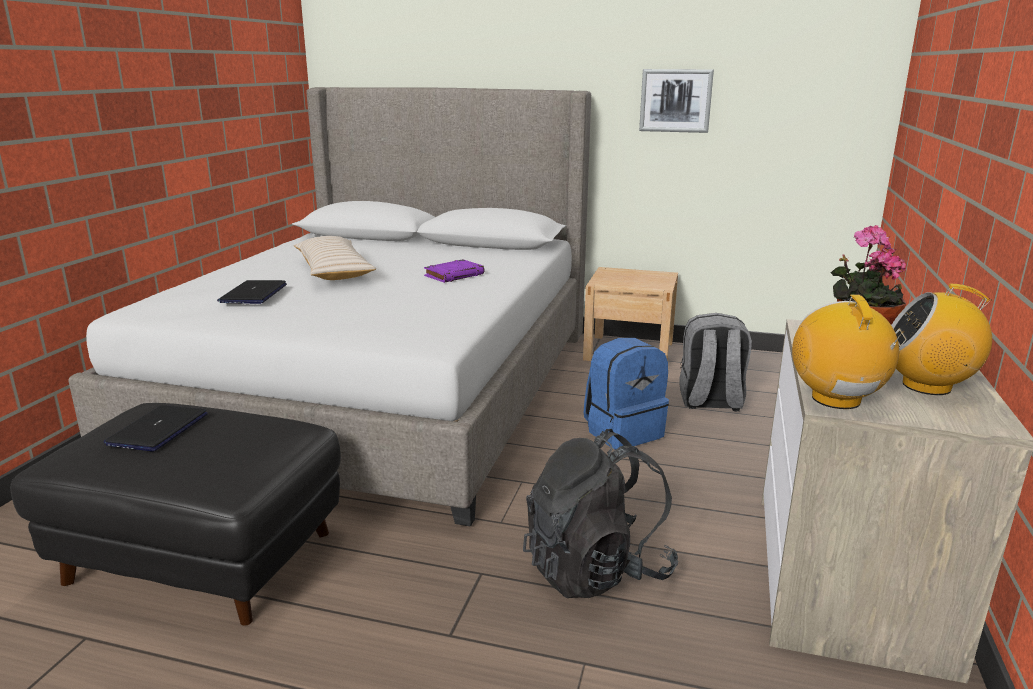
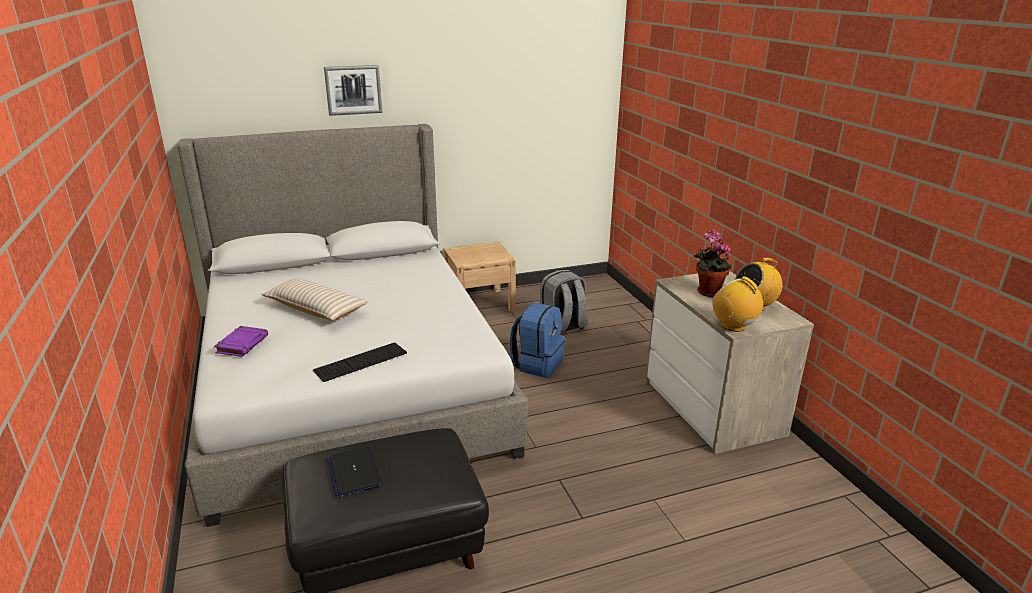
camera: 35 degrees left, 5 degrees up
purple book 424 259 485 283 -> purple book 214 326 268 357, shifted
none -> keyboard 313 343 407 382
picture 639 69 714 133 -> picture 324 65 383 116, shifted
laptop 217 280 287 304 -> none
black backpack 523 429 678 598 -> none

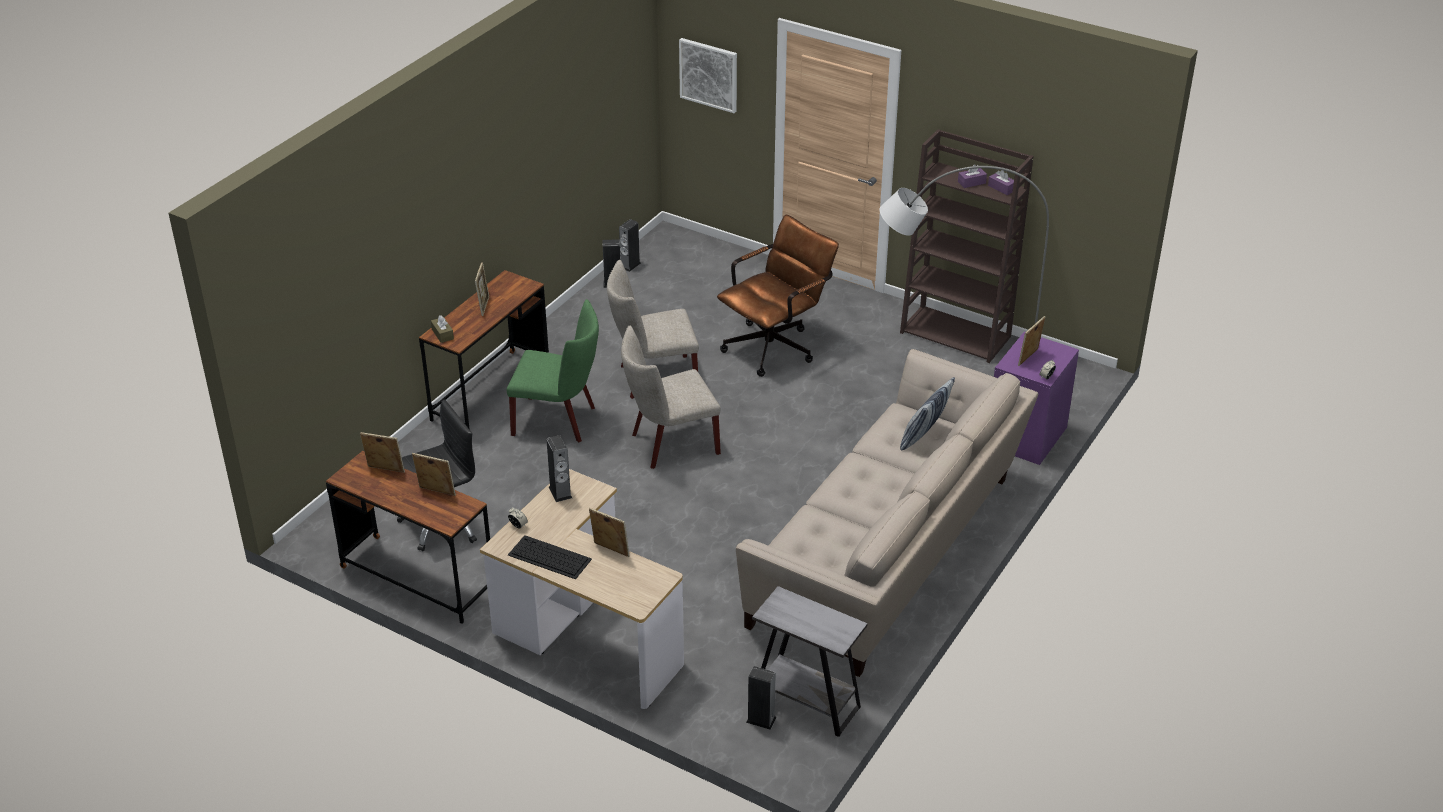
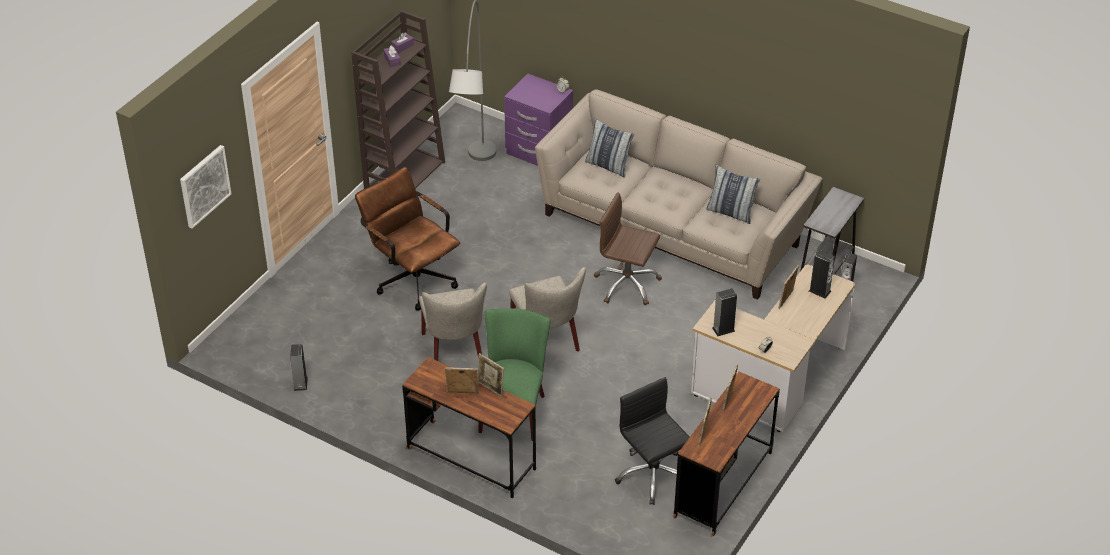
camera: 90 degrees left, 5 degrees up
picture frame 1018 316 1045 366 -> picture frame 478 353 504 397, shifted
none -> brown office chair 594 192 662 305
none -> pillow 706 165 760 224
speaker 619 219 641 272 -> speaker 809 250 835 299, shifted
brown tissue box 431 315 454 343 -> none
keyboard 508 535 592 579 -> none

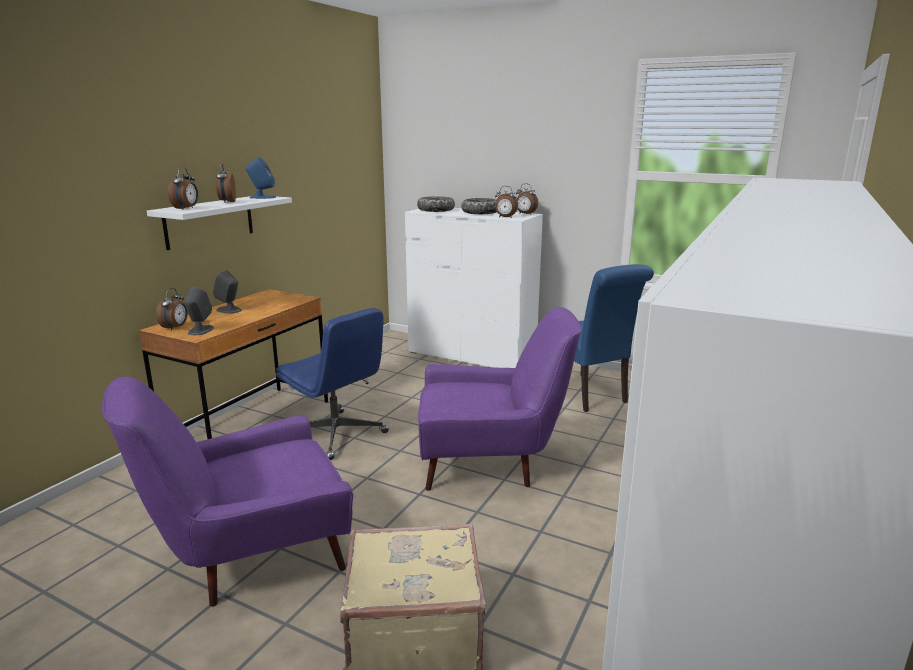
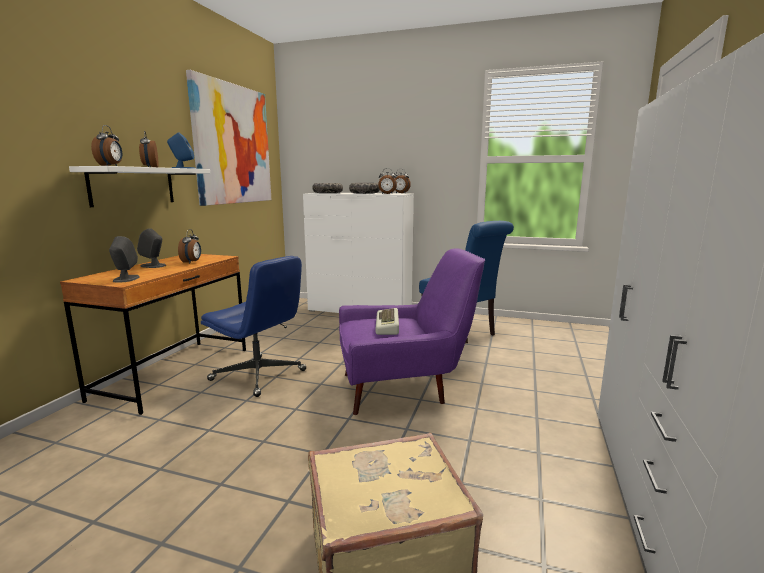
camera: 10 degrees left, 5 degrees down
alarm clock 156 288 188 331 -> alarm clock 178 229 201 264, shifted
none -> picture 186 70 272 206
none -> keyboard 375 308 399 335
purple armchair 102 377 353 607 -> none

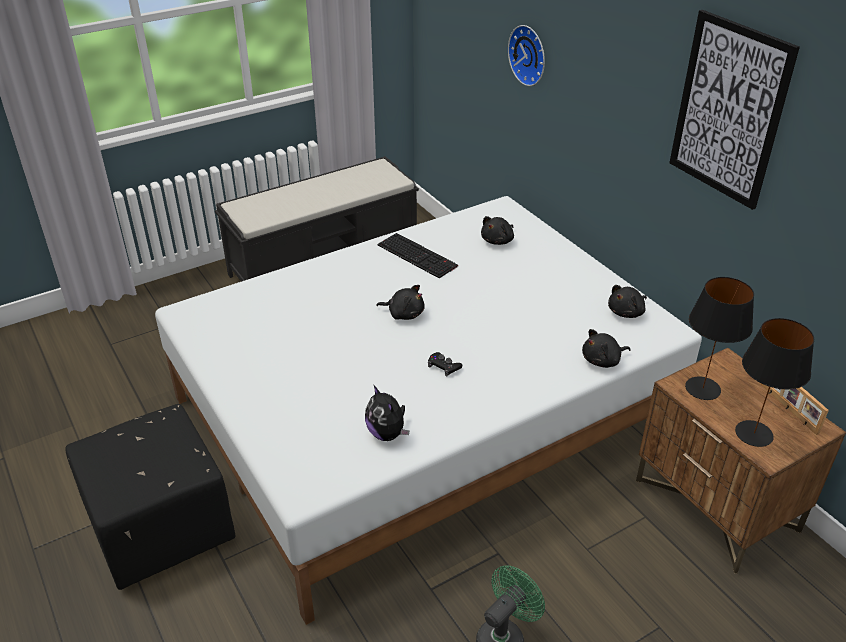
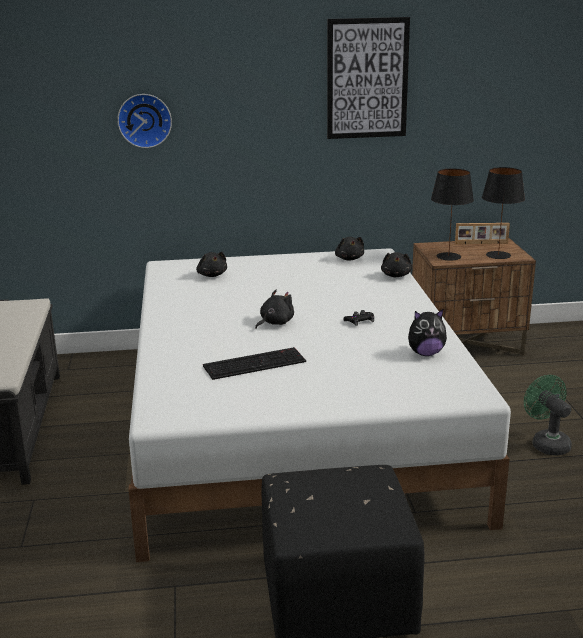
camera: 65 degrees left, 15 degrees down
keyboard 378 233 458 278 -> keyboard 203 347 306 380, shifted

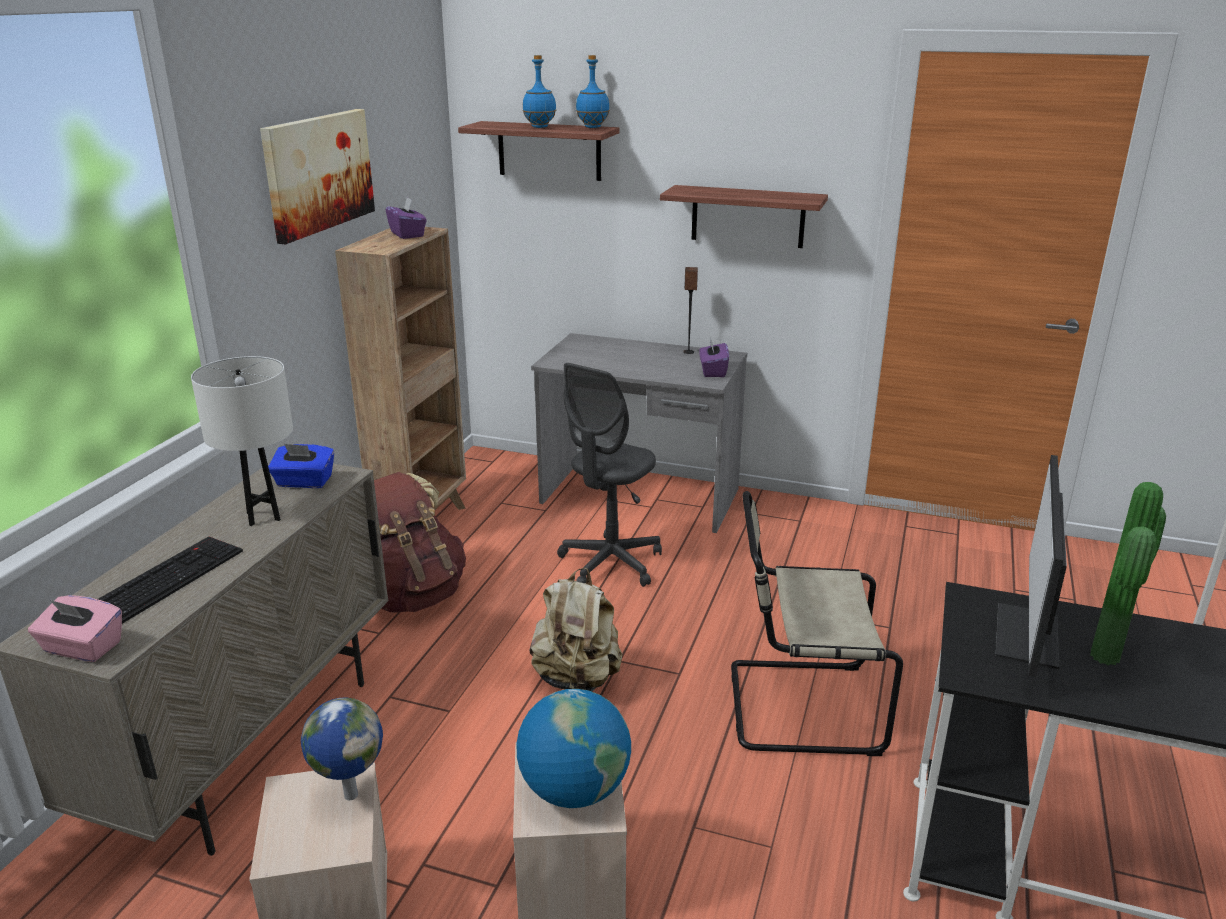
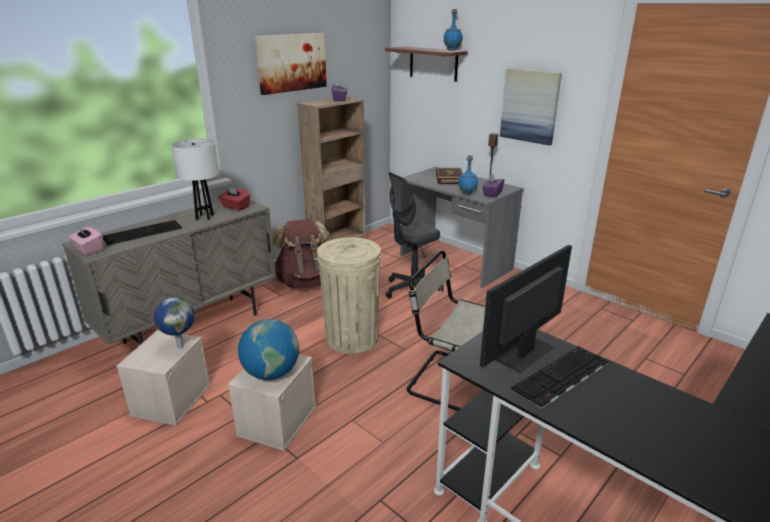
camera: 25 degrees right, 0 degrees up
blue tissue box 268 444 334 488 -> red tissue box 219 186 250 211
beige backpack 530 568 622 691 -> beige trash can 317 237 381 354
none -> book 436 168 462 184
blue bottle 522 55 556 128 -> blue bottle 458 155 478 195, shifted
shelf 660 185 828 248 -> picture 500 68 562 146
potted plant 1090 482 1166 665 -> keyboard 511 346 608 409

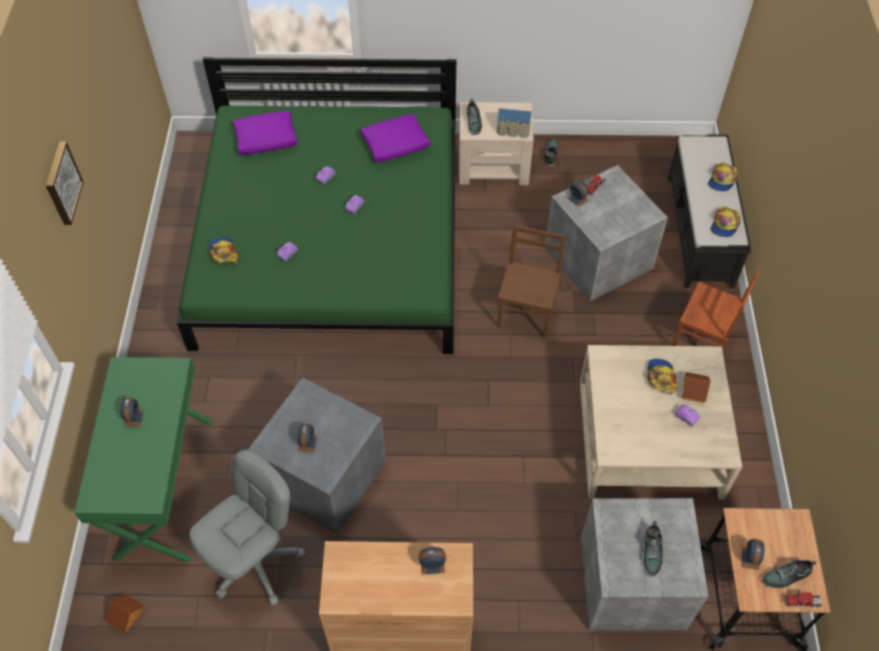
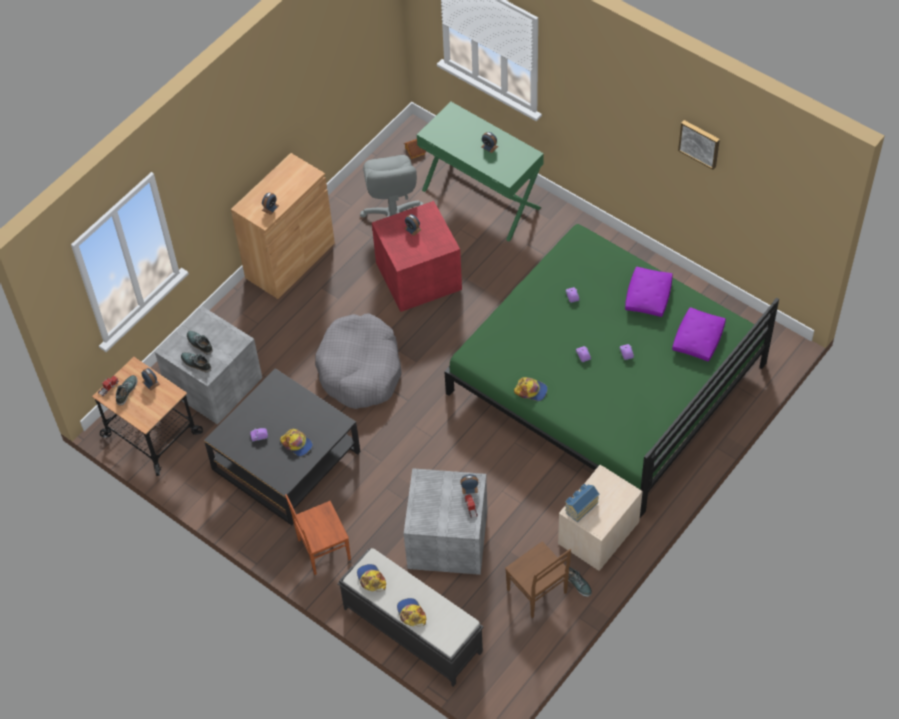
camera: 130 degrees right, 0 degrees up
shoe 467 99 482 135 -> shoe 181 352 211 372, shifted
beige coffee table 580 345 742 500 -> black coffee table 204 368 360 525
none -> grey dog bed 315 313 402 409
grey storage box 248 378 386 534 -> red storage box 372 201 462 312
brown chair 497 225 565 338 -> brown chair 505 541 571 618, shifted
cap 209 237 238 265 -> cap 514 377 548 401, shifted
purple pillow 360 114 430 162 -> purple pillow 625 266 673 317, shifted
picture 46 142 84 225 -> picture 678 120 720 170, shifted
toy house 682 372 711 403 -> none

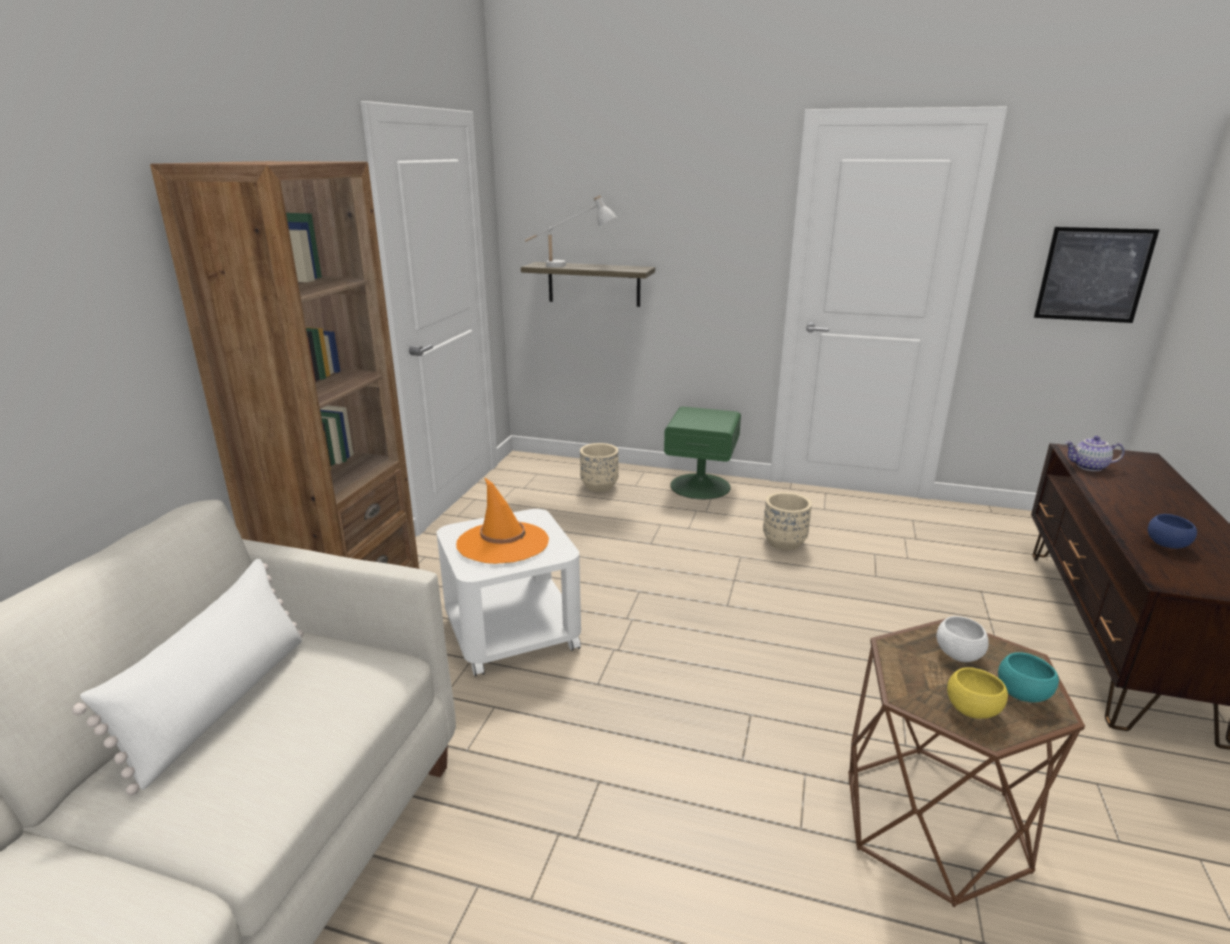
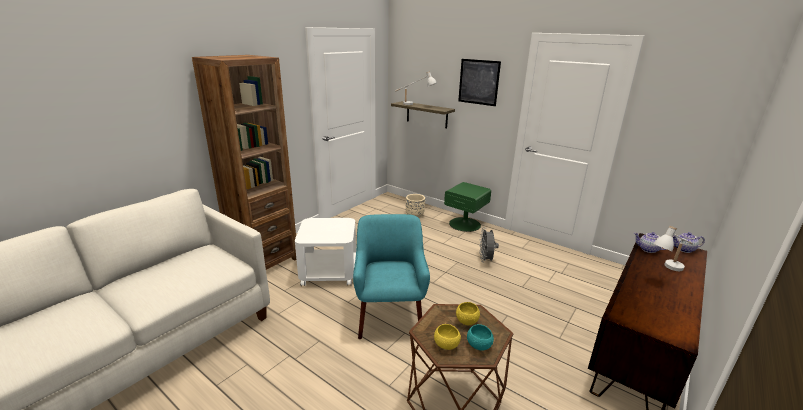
camera: 20 degrees right, 0 degrees up
none -> turquoise armchair 353 214 430 339
white bowl 937 616 989 662 -> yellow bowl 456 302 480 325
picture 1034 227 1159 323 -> picture 458 59 501 106, shifted
beige planter 763 492 812 551 -> grey fan 479 228 499 263
none -> white table lamp 653 226 693 271
none -> teapot 673 232 705 253
white pillow 72 559 303 795 -> none
orange hat 456 477 549 564 -> none
blue bowl 1148 514 1197 549 -> none

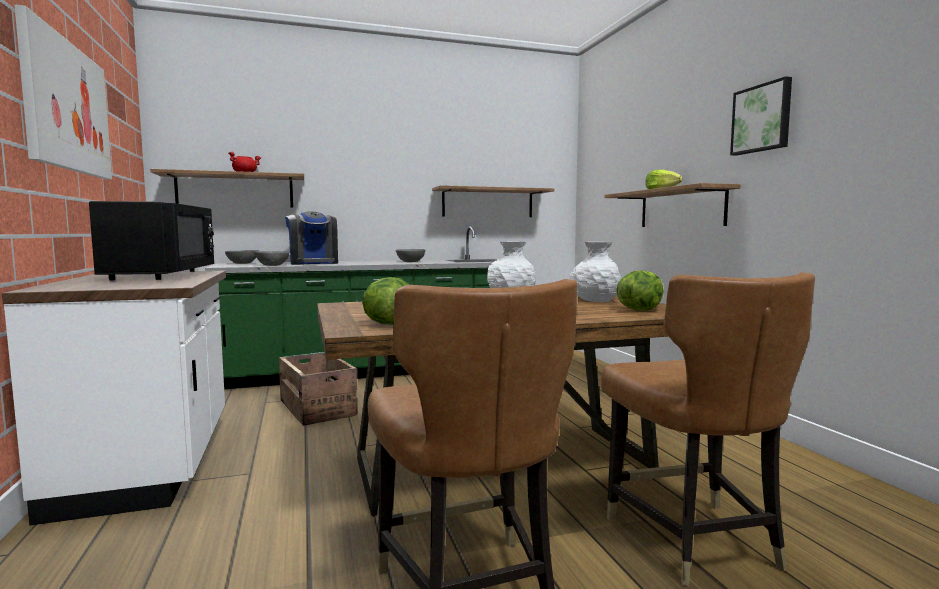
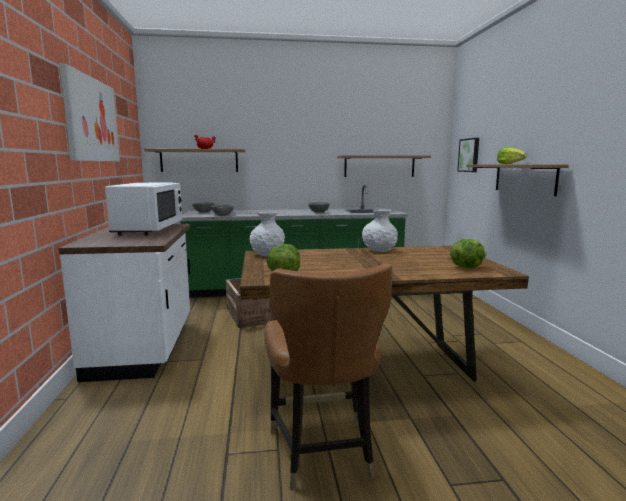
camera: 10 degrees right, 5 degrees up
black microwave 89 201 214 281 -> white microwave 105 183 182 235
white vase 569 242 622 302 -> white vase 250 212 285 257, shifted
picture 730 76 792 156 -> picture 457 138 479 172, shifted
coffee machine 285 211 338 265 -> none
brown chair 601 272 815 586 -> none

